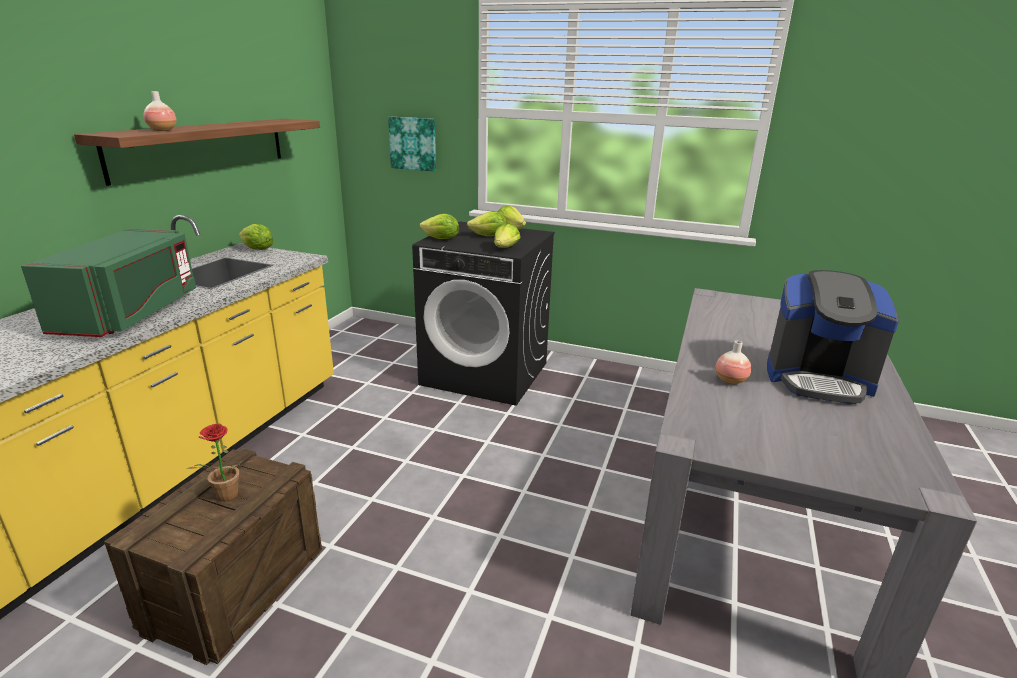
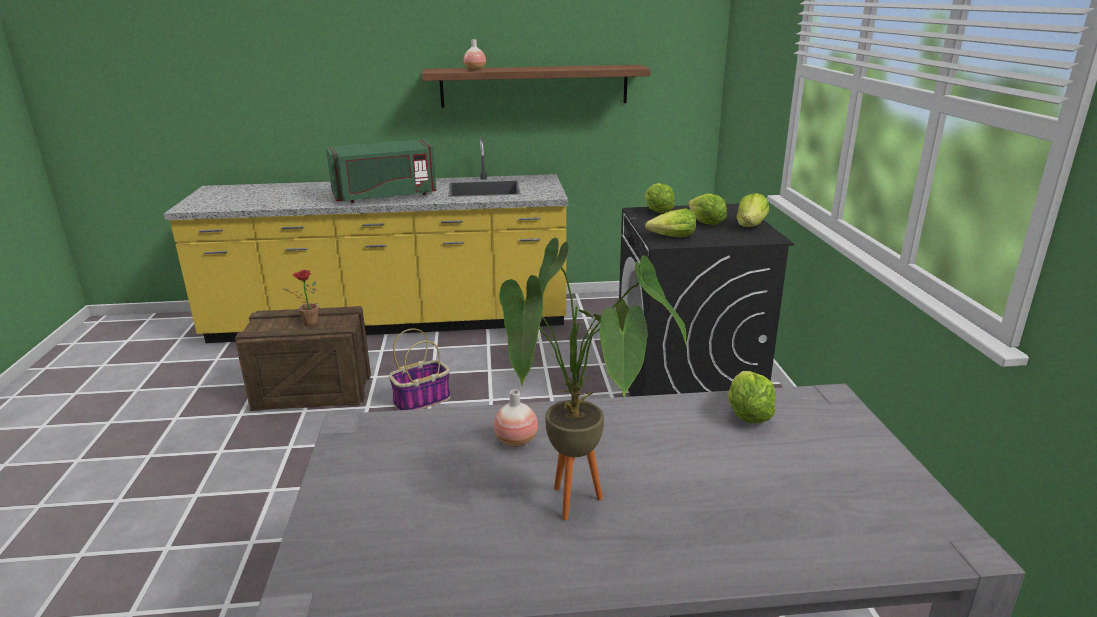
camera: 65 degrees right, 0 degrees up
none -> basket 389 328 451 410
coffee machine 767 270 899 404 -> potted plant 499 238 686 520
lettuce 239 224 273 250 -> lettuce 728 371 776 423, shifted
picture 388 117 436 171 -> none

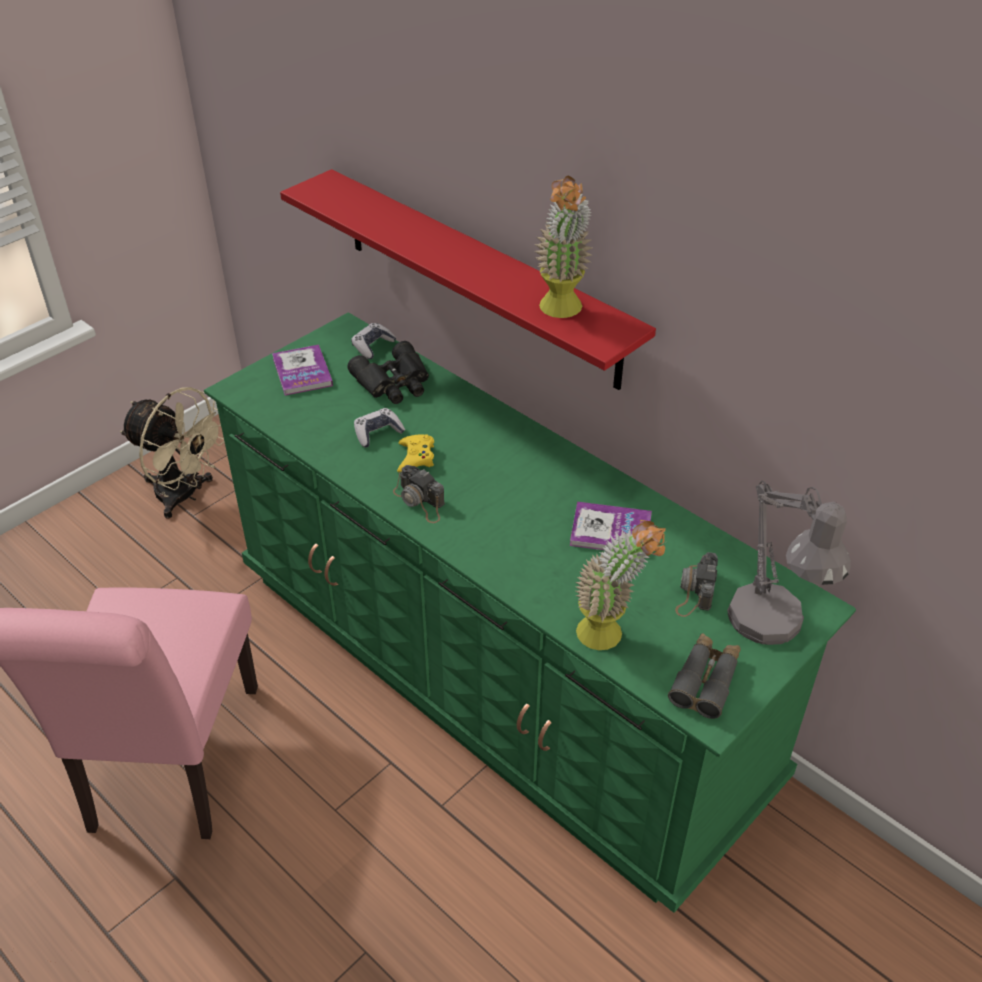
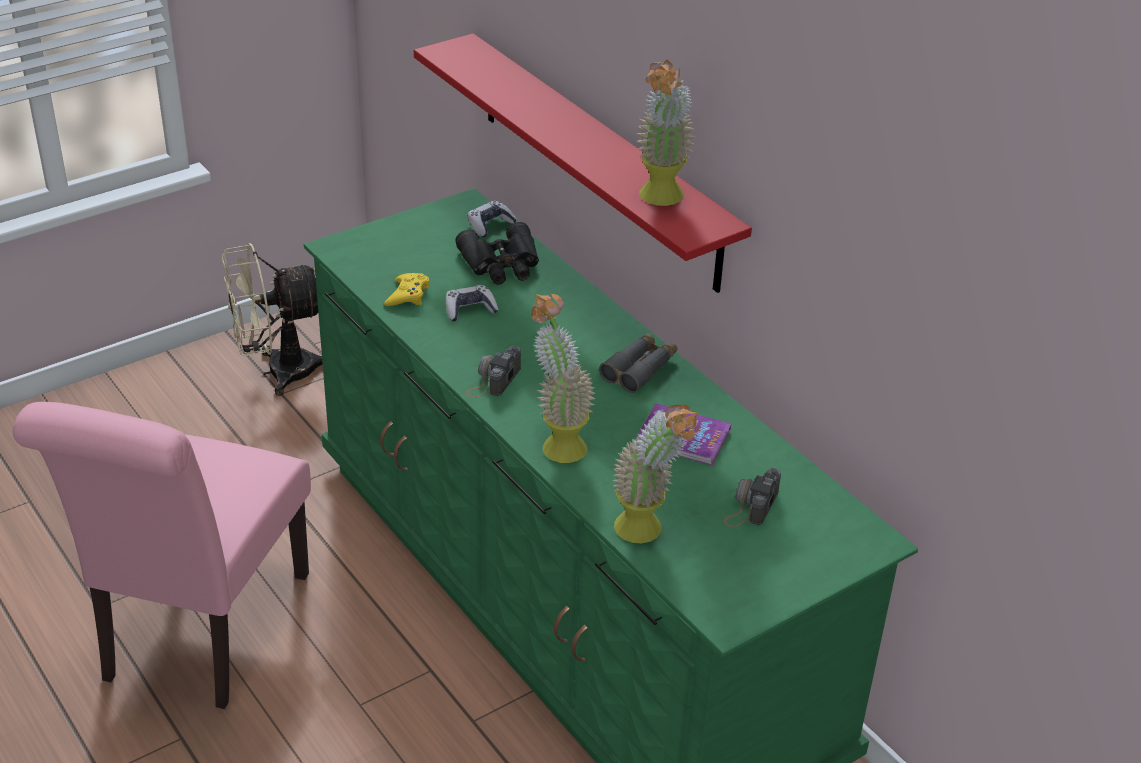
camera: 10 degrees right, 5 degrees down
beige fan 120 387 224 519 -> beige fan 222 243 323 396, 120 degrees clockwise
yellow game controller 397 434 434 473 -> yellow game controller 384 273 429 306, shifted
photo camera 393 465 445 523 -> photo camera 466 346 521 398, 60 degrees clockwise
none -> potted plant 531 294 596 463
grey binoculars 668 633 741 719 -> grey binoculars 599 333 677 393, shifted
book 272 345 333 396 -> none
grey table lamp 727 480 851 645 -> none

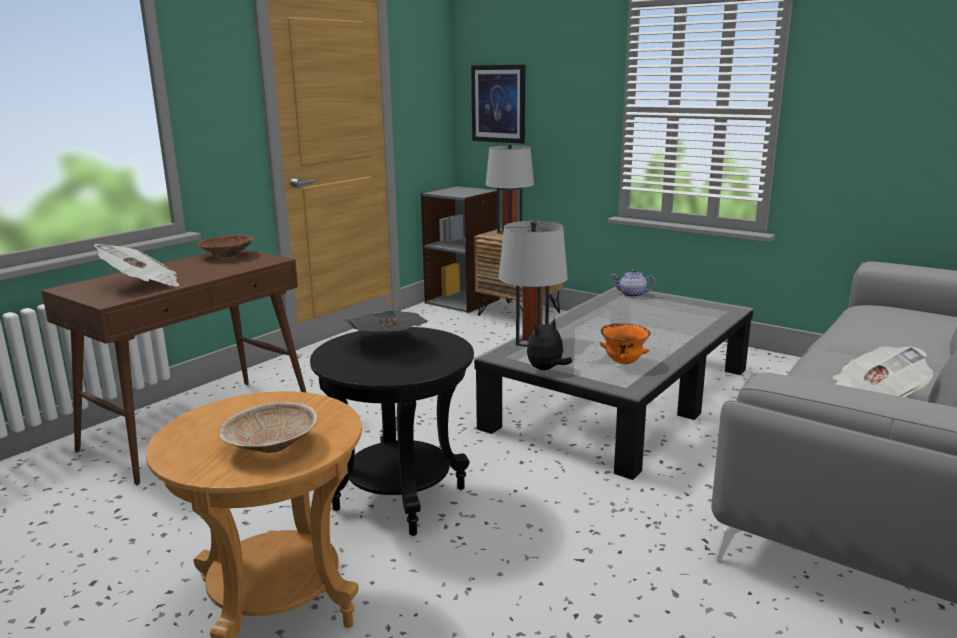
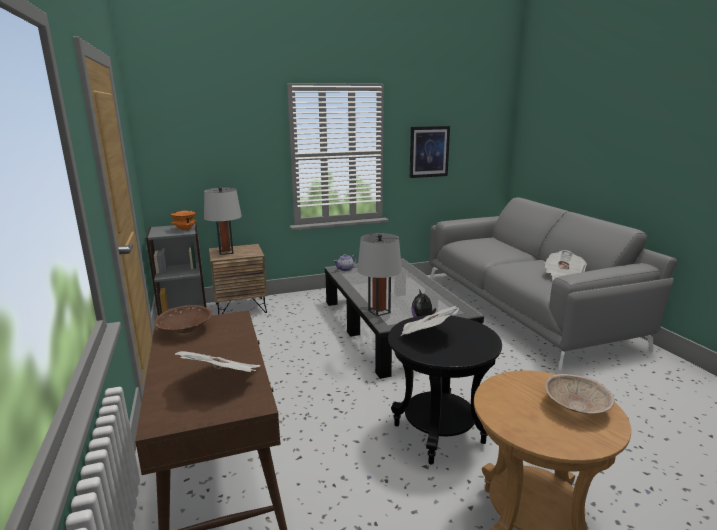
camera: 55 degrees left, 0 degrees up
orange bowl 599 323 650 364 -> orange bowl 170 210 197 230, shifted
picture 471 65 525 144 -> picture 410 126 450 178, shifted

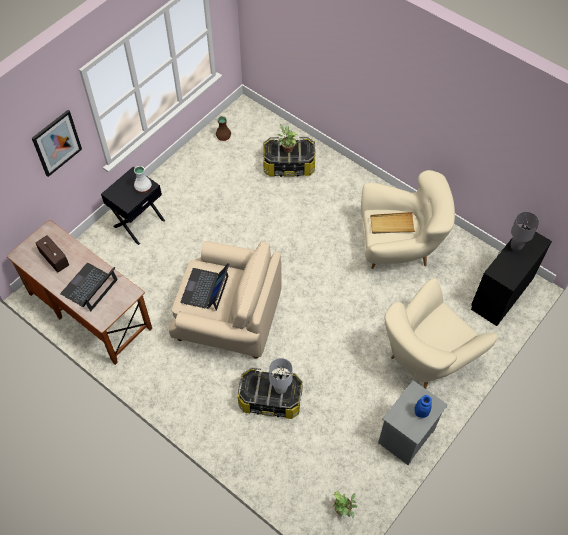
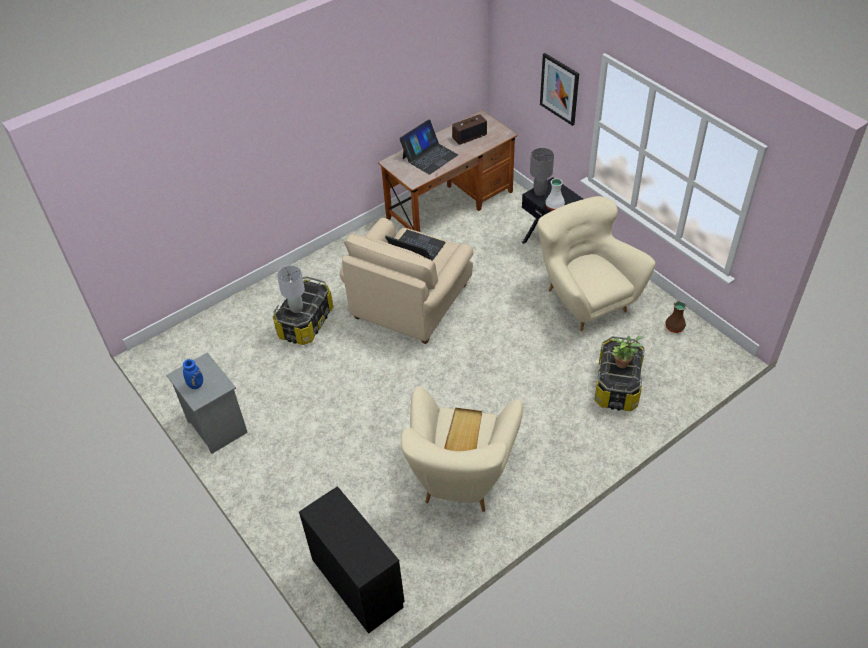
camera: 105 degrees right, 10 degrees down
laptop 60 263 118 312 -> laptop 399 119 458 175, 90 degrees clockwise
grey table lamp 511 212 539 251 -> grey table lamp 530 148 554 196, shifted
beige armchair 385 278 498 389 -> beige armchair 537 196 656 331, shifted
potted plant 333 491 358 518 -> none

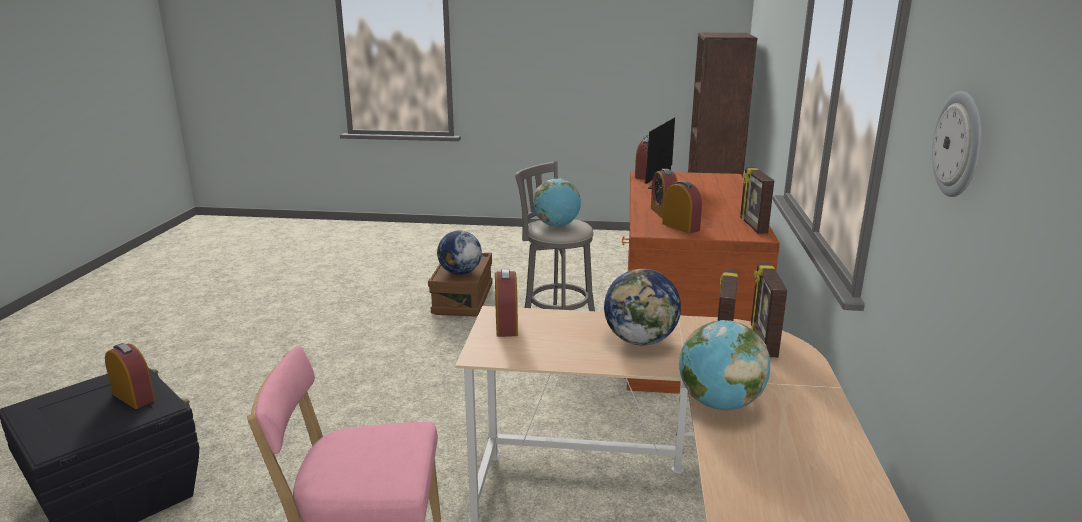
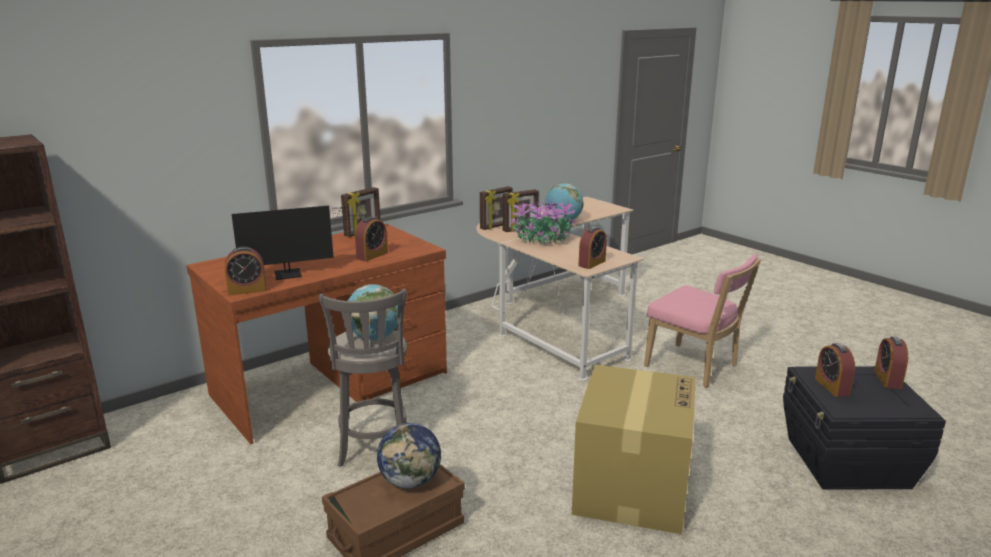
camera: 135 degrees left, 0 degrees up
globe 604 269 681 346 -> potted plant 510 199 576 246
none -> cardboard box 572 365 696 534
alarm clock 662 181 702 234 -> alarm clock 874 336 908 389, shifted
wall clock 932 91 982 197 -> none

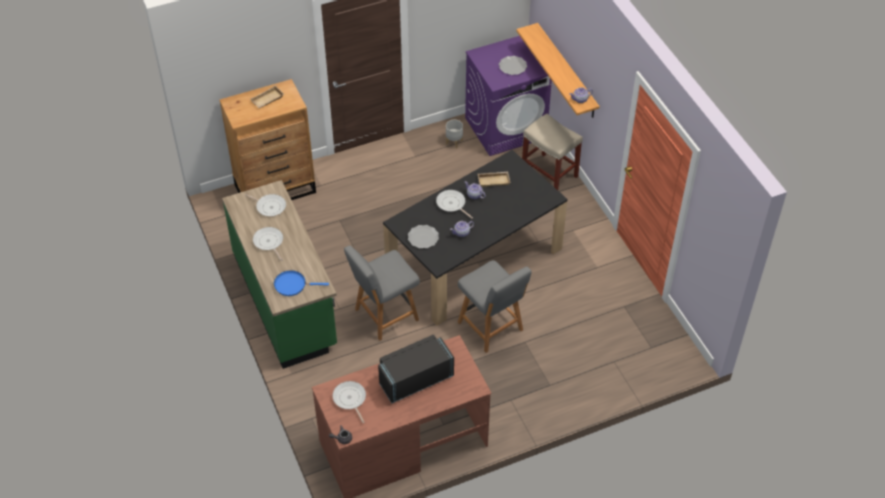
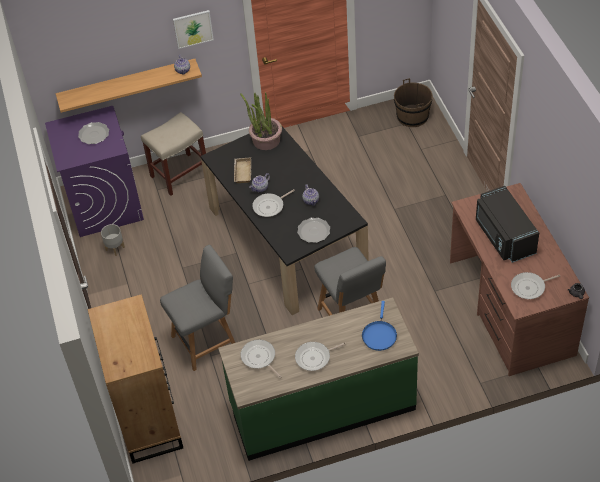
camera: 80 degrees left, 0 degrees up
grey chair 458 260 532 353 -> grey chair 160 245 235 371, shifted
none -> picture 173 10 214 49
none -> potted plant 240 92 282 150
frying pan 245 194 286 217 -> frying pan 240 340 282 379, 75 degrees counterclockwise
none -> brown bucket 394 78 433 127
beige tray 250 85 284 108 -> none

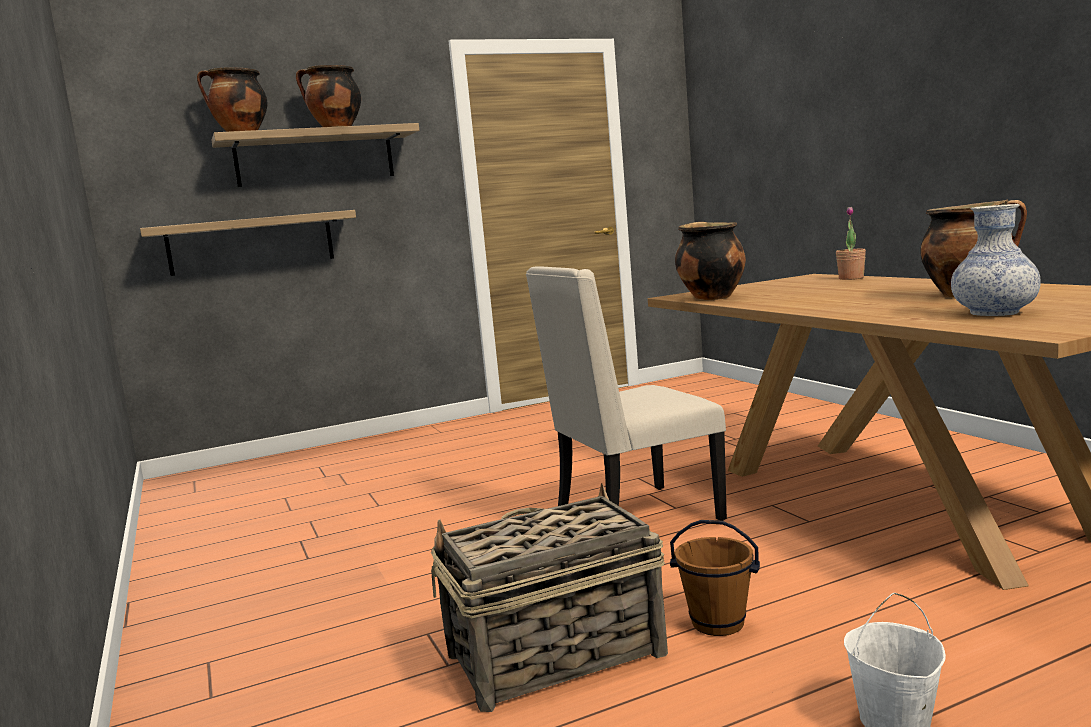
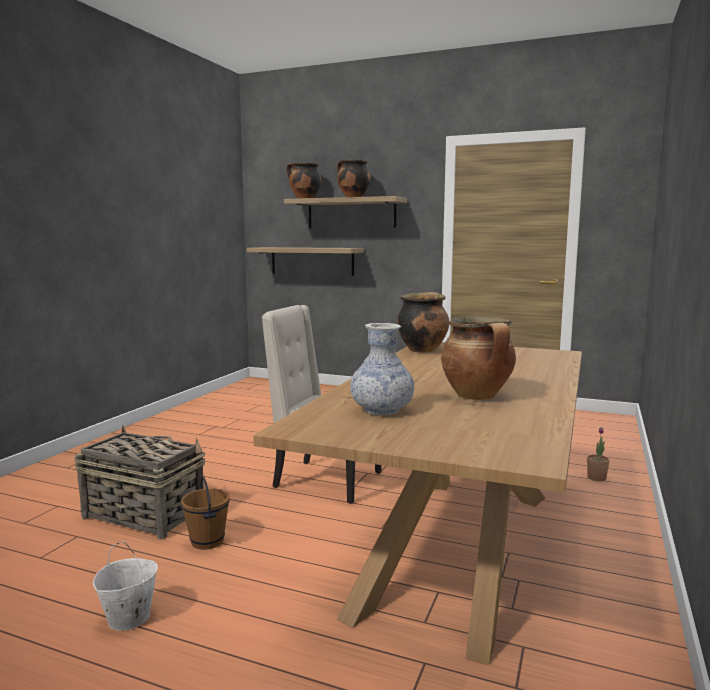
camera: 45 degrees right, 0 degrees up
potted plant 836 207 866 280 -> potted plant 587 427 610 482, shifted

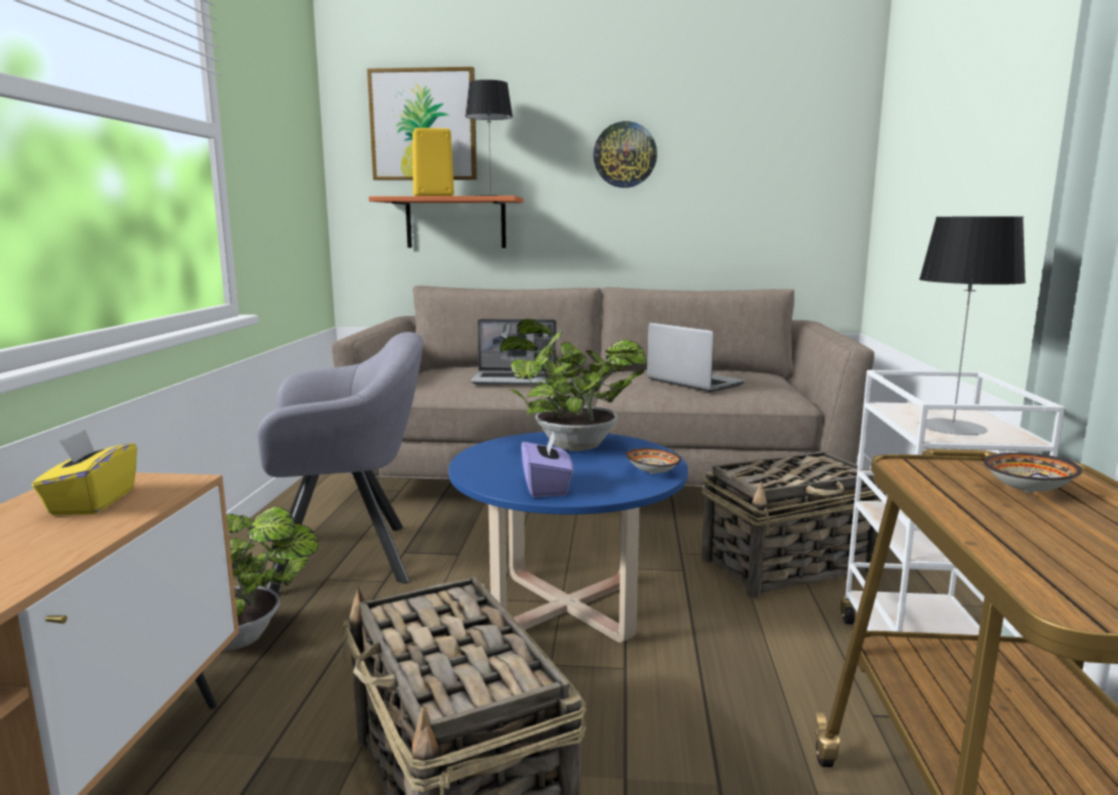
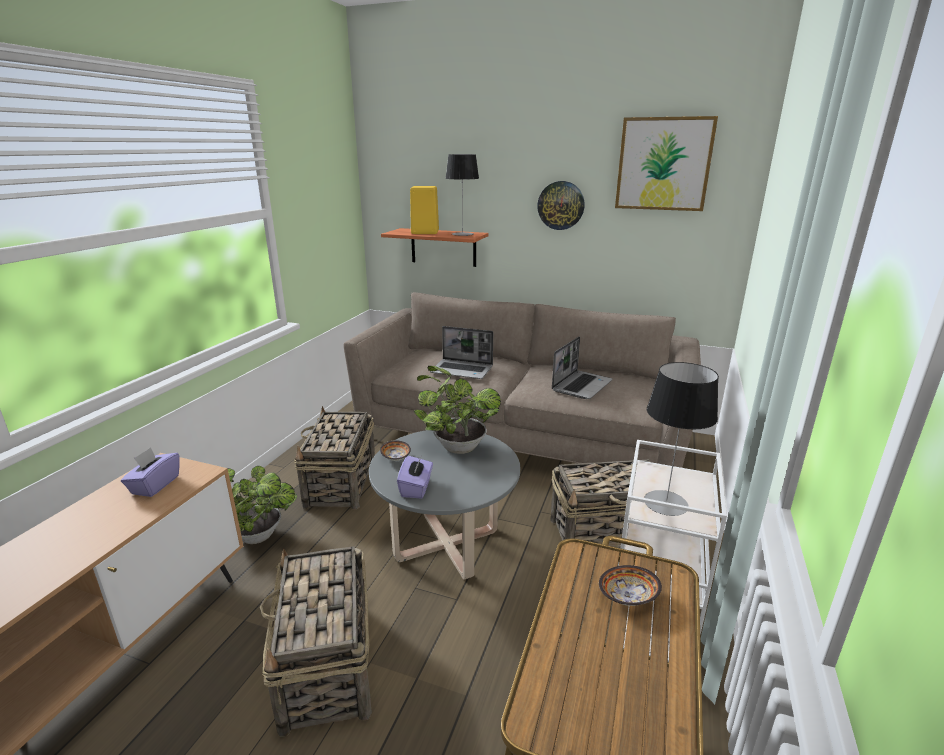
camera: 15 degrees right, 10 degrees up
yellow tissue box 32 429 137 515 -> purple tissue box 121 447 179 497
grey armchair 257 332 424 594 -> basket 294 406 375 509
blue coffee table 449 432 688 643 -> grey coffee table 369 430 520 580
bowl 625 448 682 474 -> bowl 380 440 411 461, shifted
laptop 647 322 746 392 -> laptop 552 336 613 399, 60 degrees clockwise
picture 367 67 477 180 -> picture 615 116 718 211, shifted

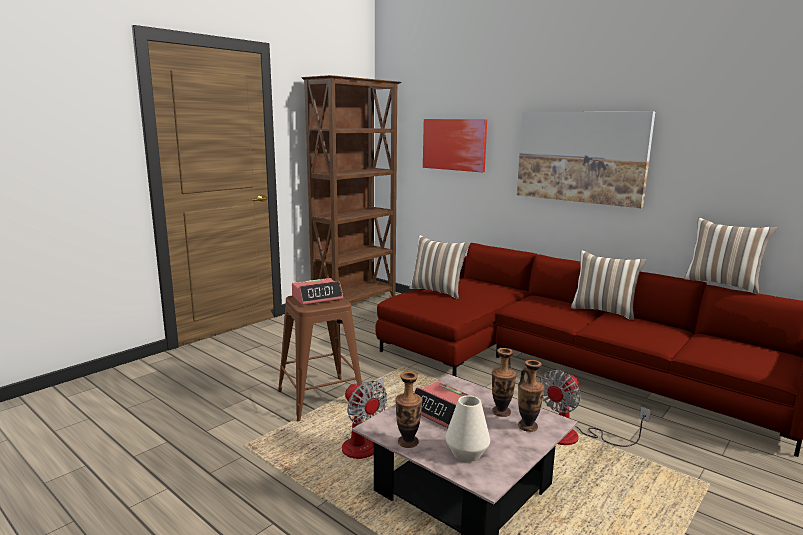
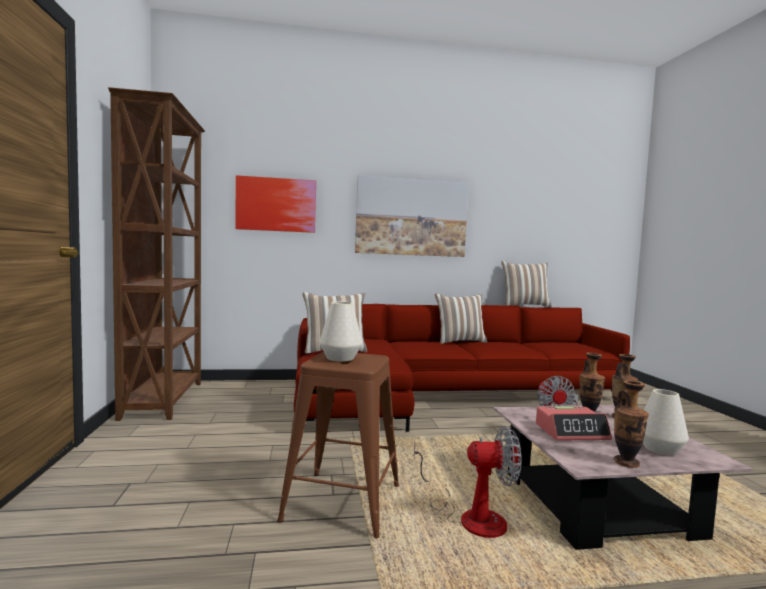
camera: 50 degrees left, 10 degrees down
alarm clock 292 278 343 305 -> white vase 319 302 362 362

